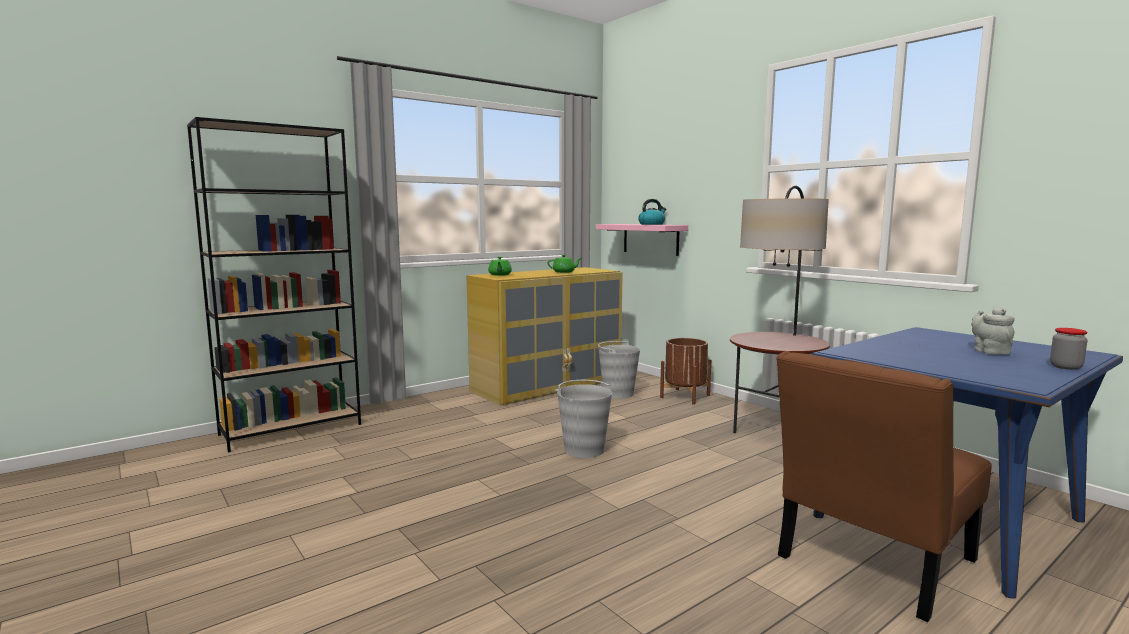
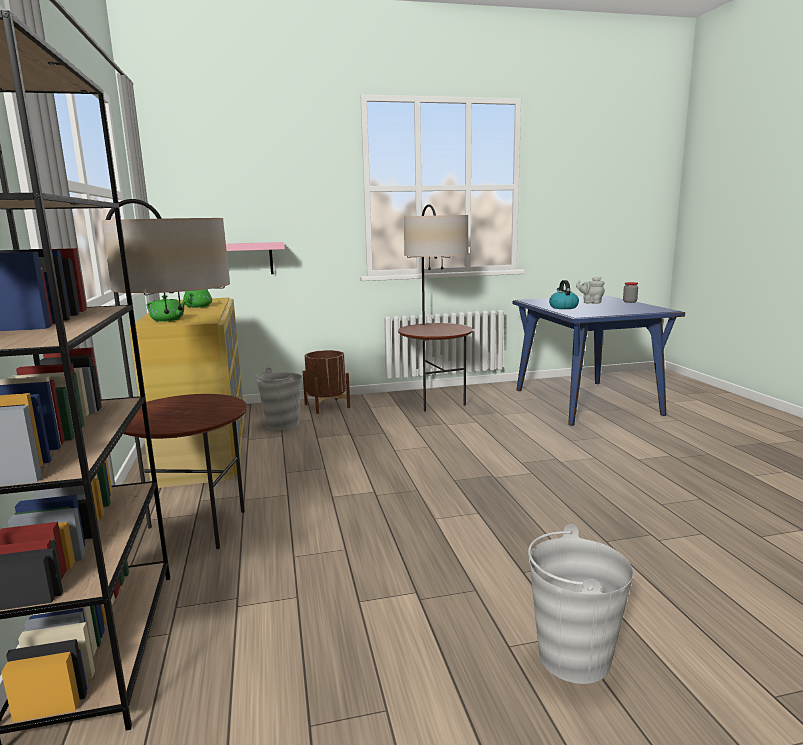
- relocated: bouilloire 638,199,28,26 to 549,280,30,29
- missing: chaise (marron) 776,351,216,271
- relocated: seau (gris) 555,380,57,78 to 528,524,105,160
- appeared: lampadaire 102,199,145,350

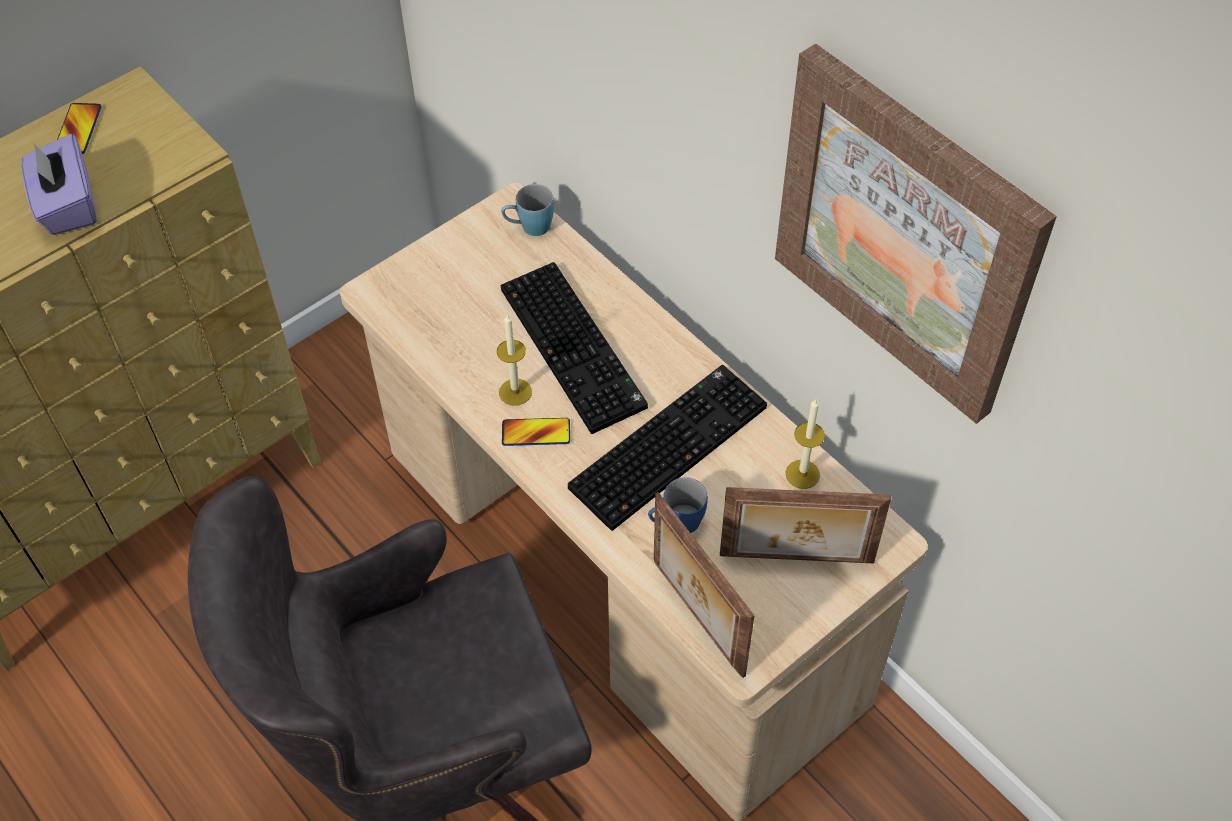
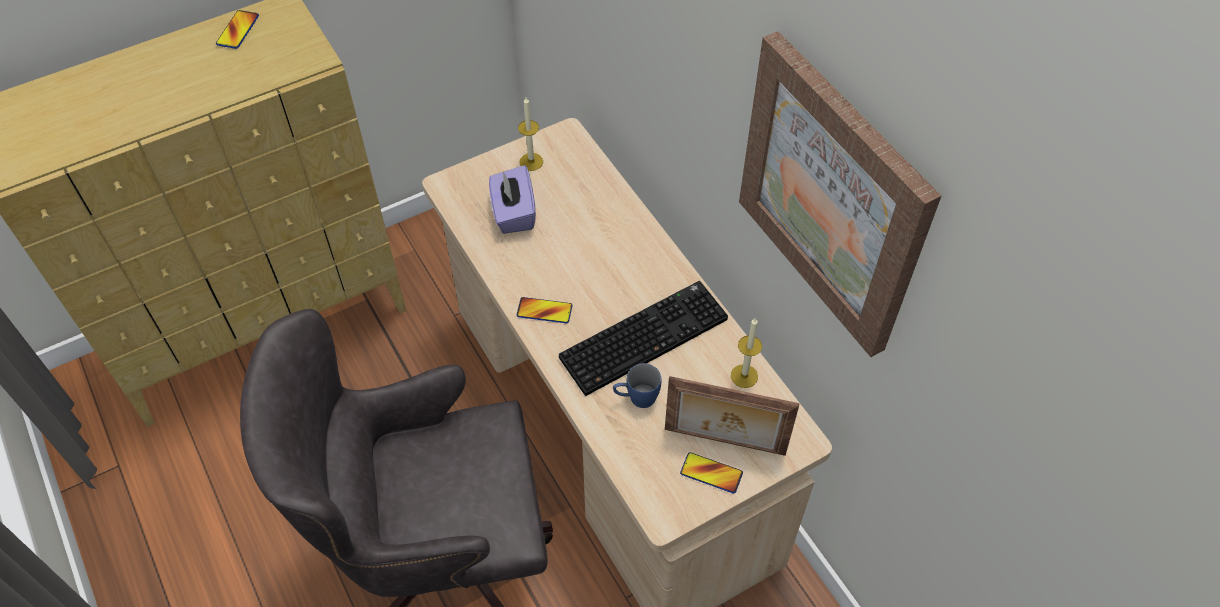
- relocated: boîte à mouchoirs (violet) 21,134,76,101 to 489,165,47,69
- missing: mug (bleu) 501,184,53,52
- missing: clavier 501,262,147,172
- relocated: bougie 497,314,35,92 to 518,98,25,73
- missing: cadre photo 654,492,101,186
- appeared: téléphone 680,452,63,41

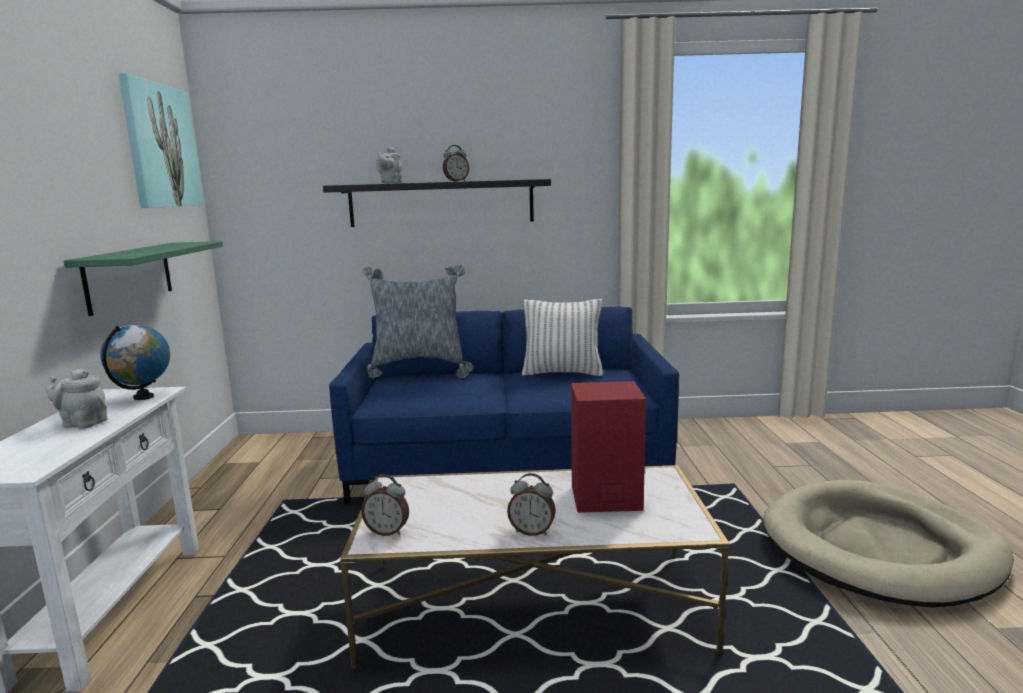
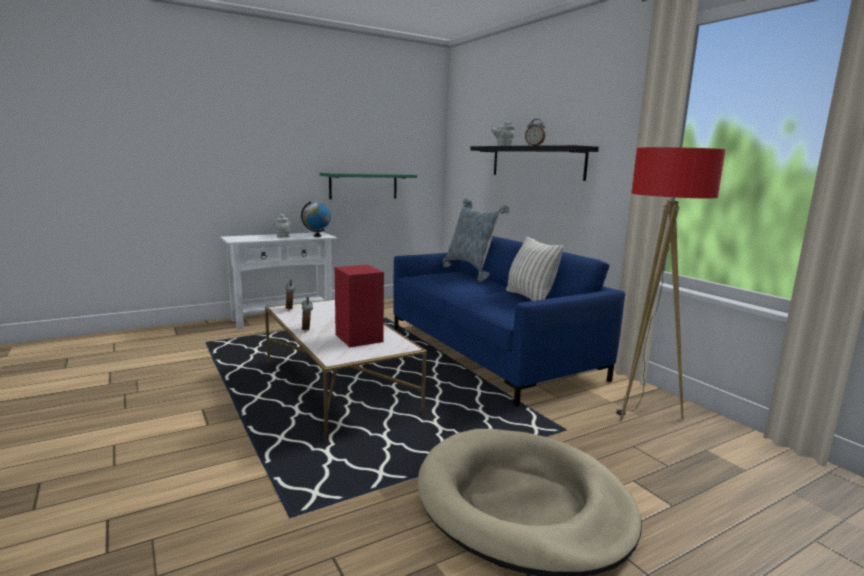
- missing: tableau 118,73,86,135
- appeared: lampadaire 616,147,109,274

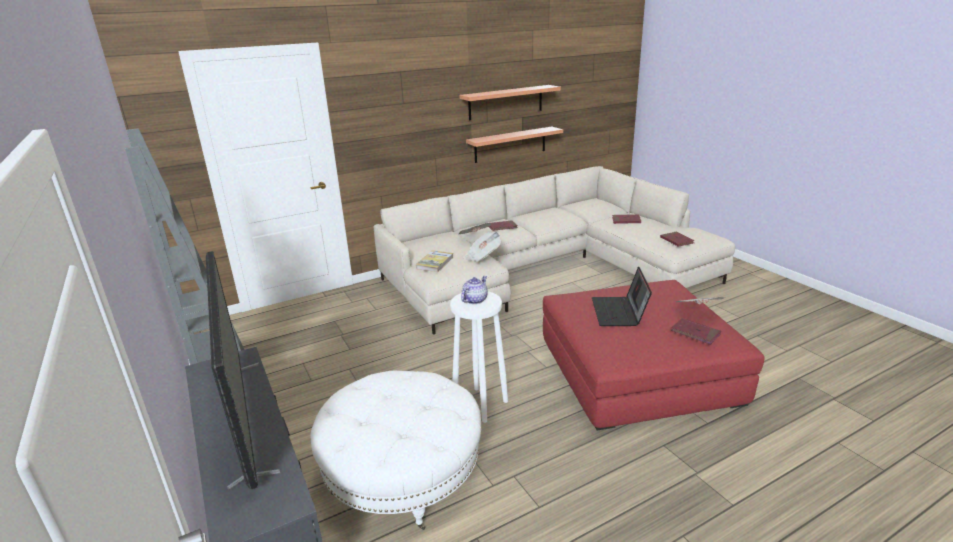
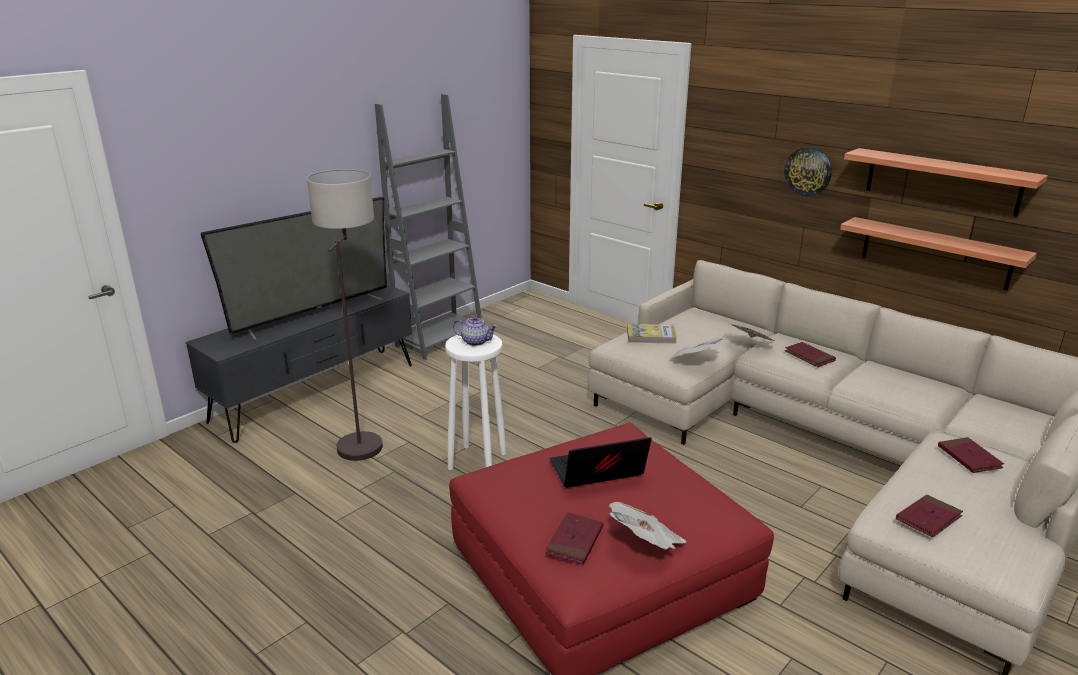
- exchanged: pouf (blanc) 311,371,170,159 to lampadaire (gris) 307,169,76,292
- appeared: horloge murale 784,147,48,49

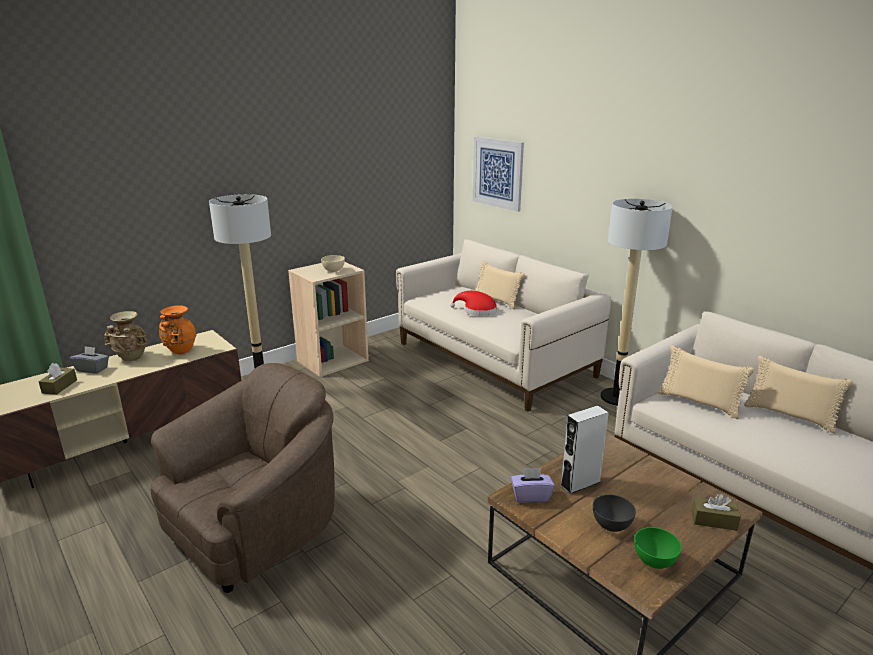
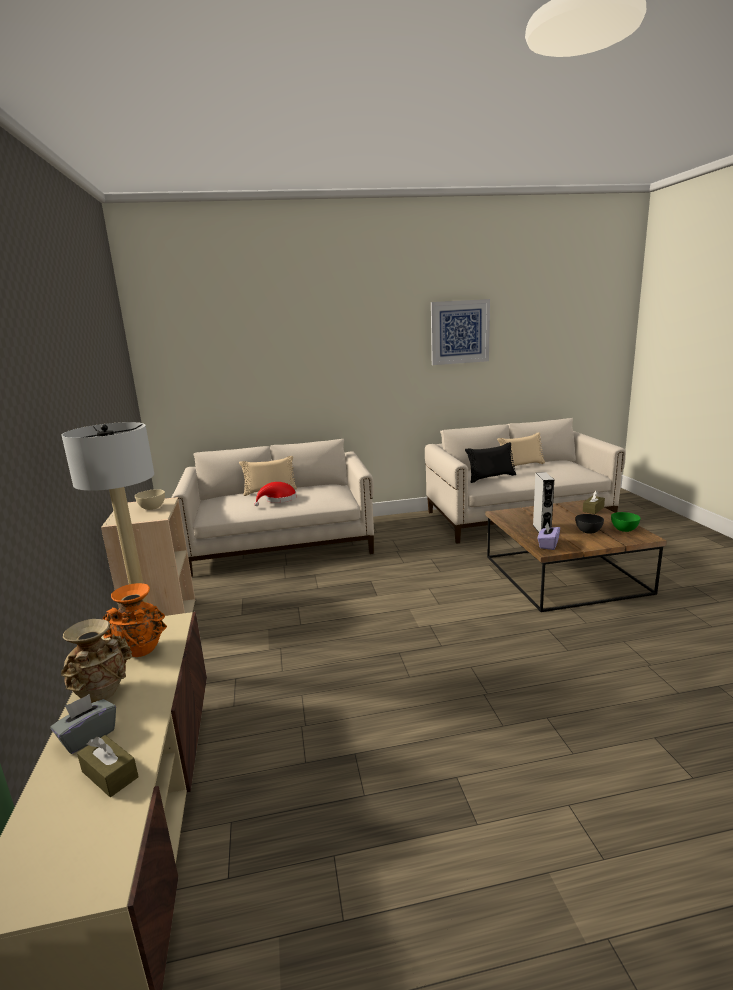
- relocated: tableau 473,137,51,75 to 431,299,59,66
- missing: lampadaire 600,199,73,207
- colour: coussin (beige) 658,345,96,74 to coussin (noir) 465,442,51,41
- missing: fauteuil (marron) 151,363,184,230

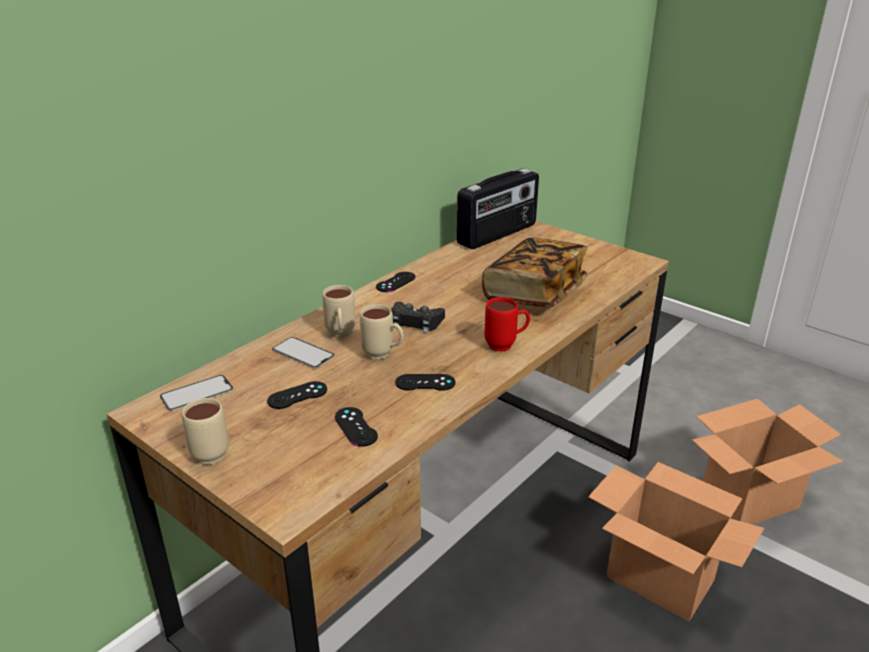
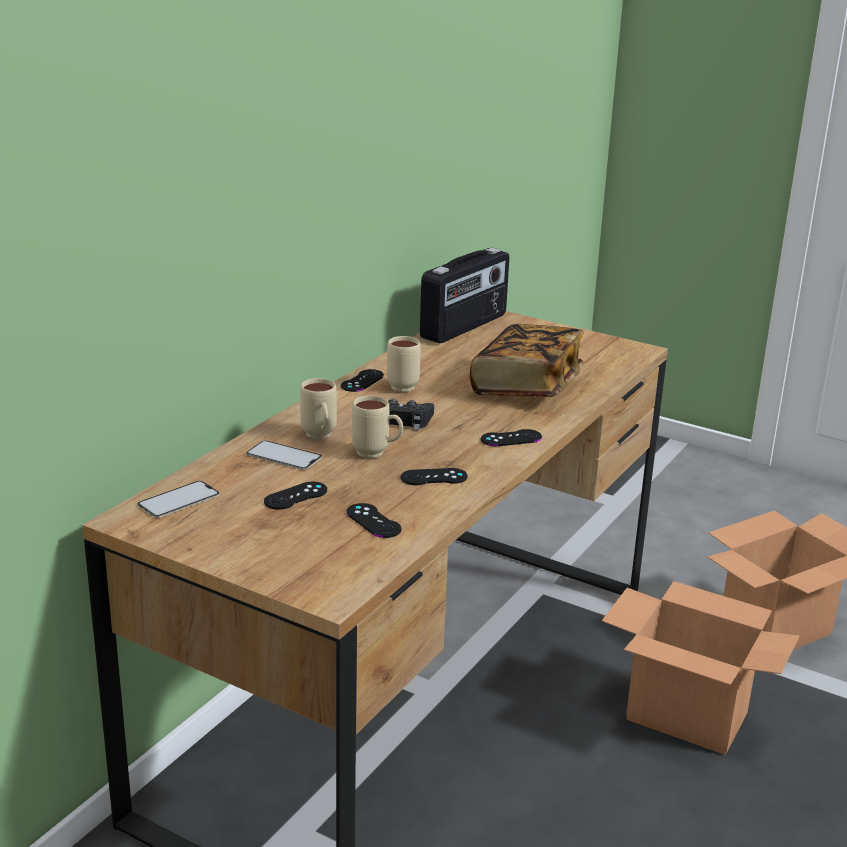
- exchanged: mug (rouge) 485,297,45,55 to manette (noir) 481,429,61,17
- relocated: mug (beige) 182,398,47,67 to 387,336,34,56

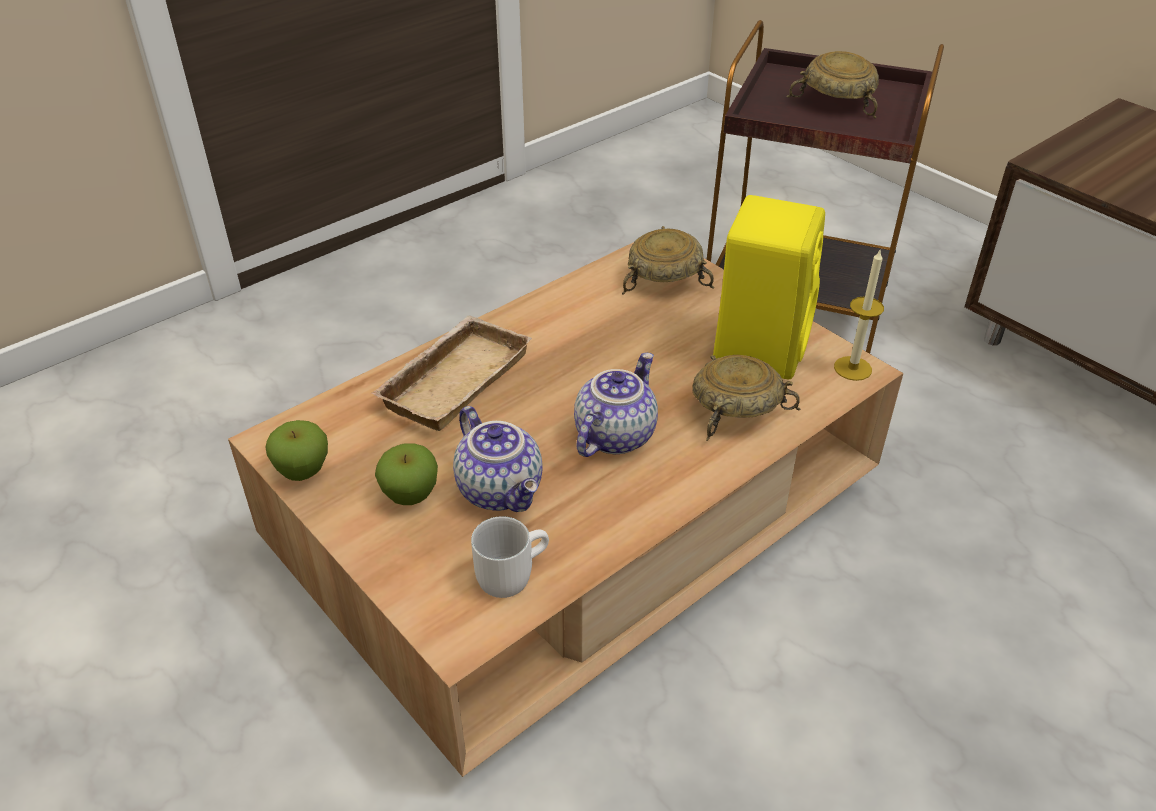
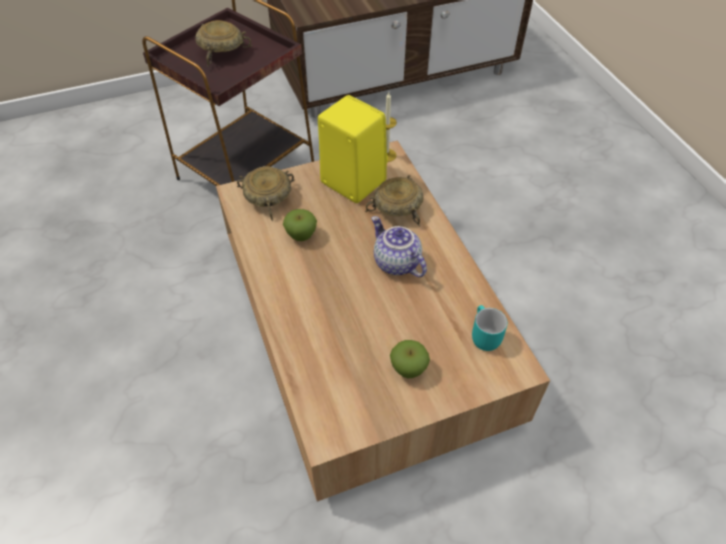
- missing: plateau (beige) 371,315,161,116
- missing: théière 453,406,90,106
- relocated: pomme 266,420,62,61 to 283,209,34,32
- colour: mug (blanc) 471,516,78,82 to mug (turquoise) 472,305,36,46

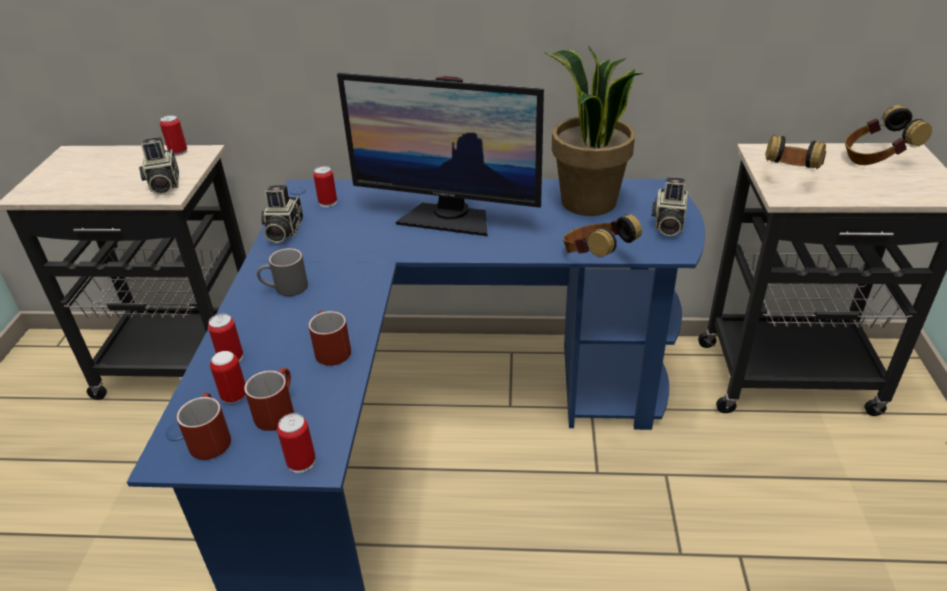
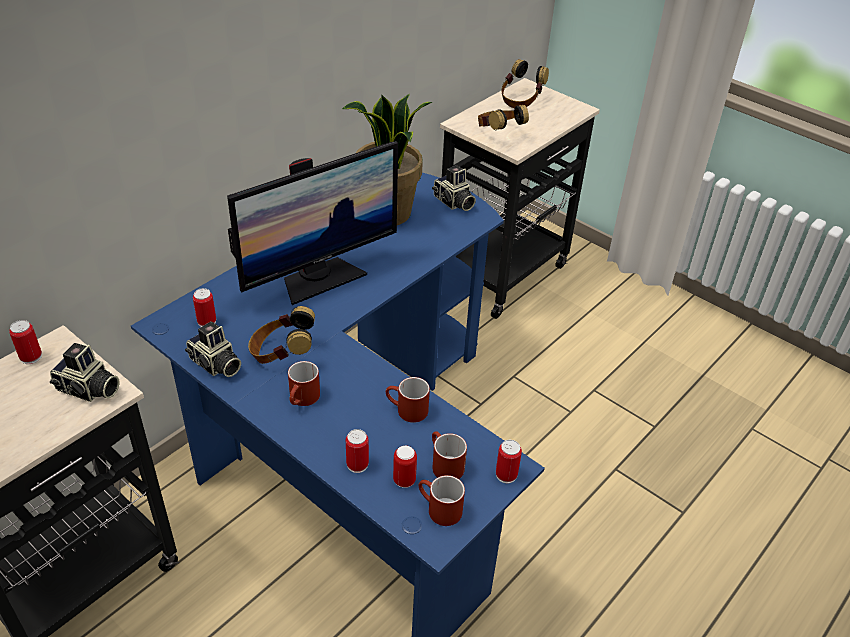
- relocated: casque audio 563,214,79,43 to 248,306,67,58
- colour: mug (gris) 256,248,52,48 to mug (rouge) 288,361,32,45

